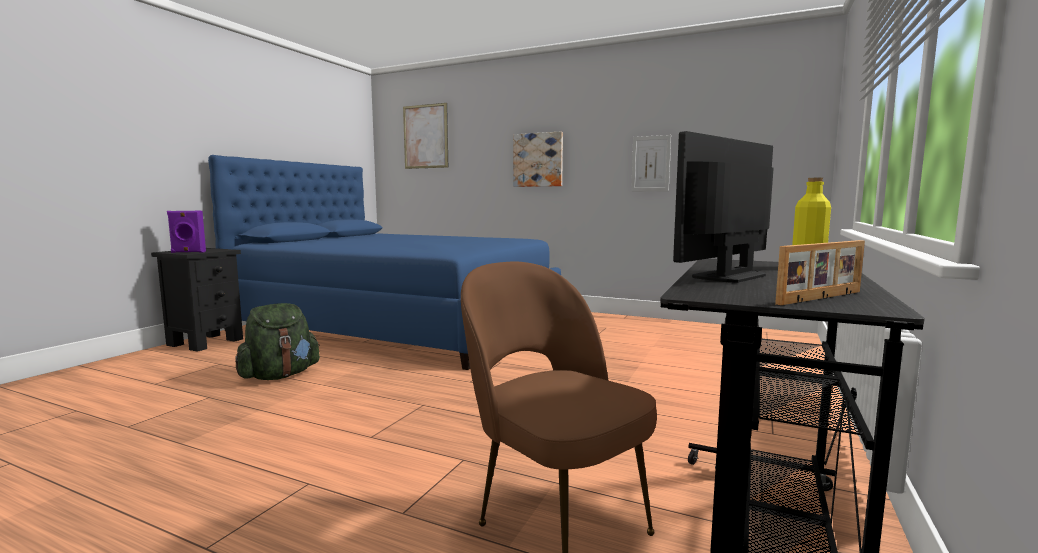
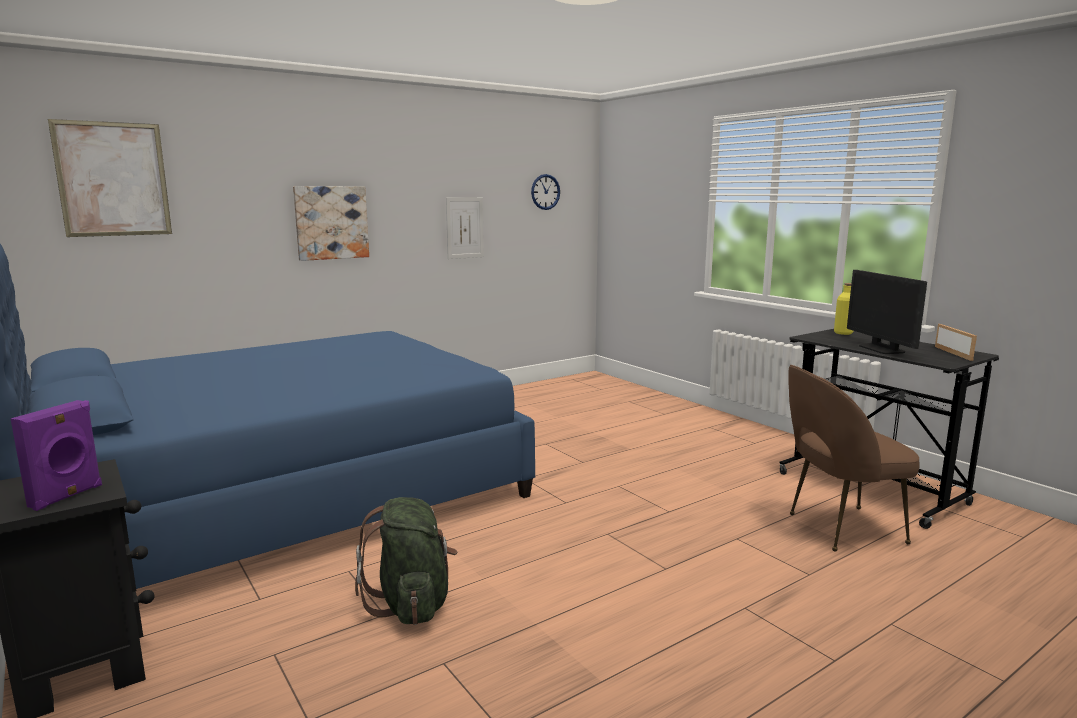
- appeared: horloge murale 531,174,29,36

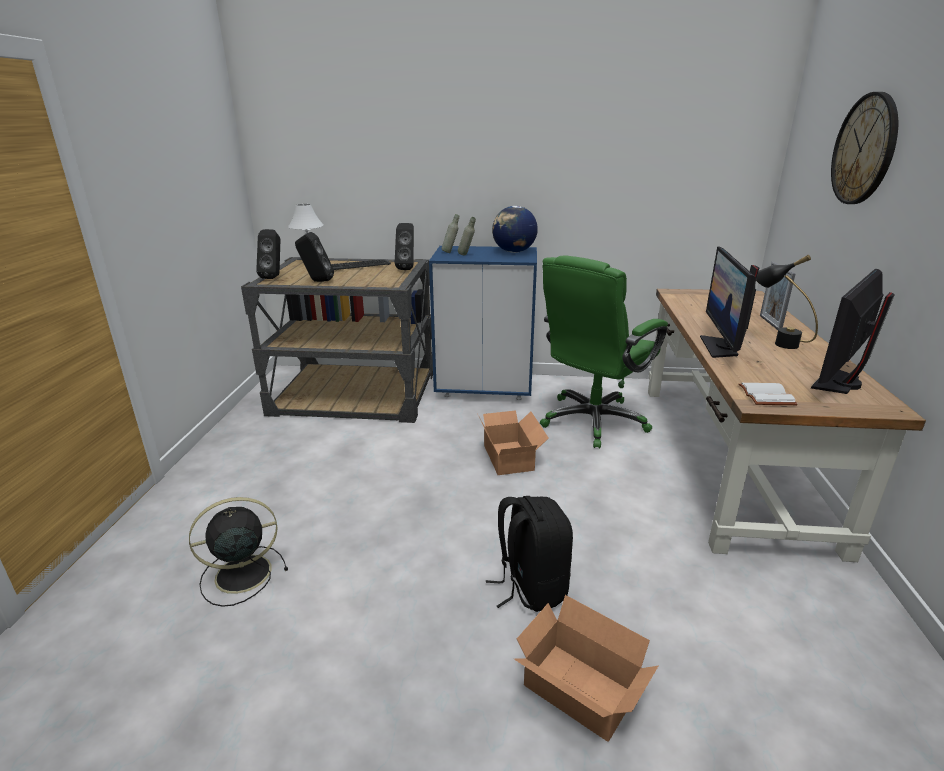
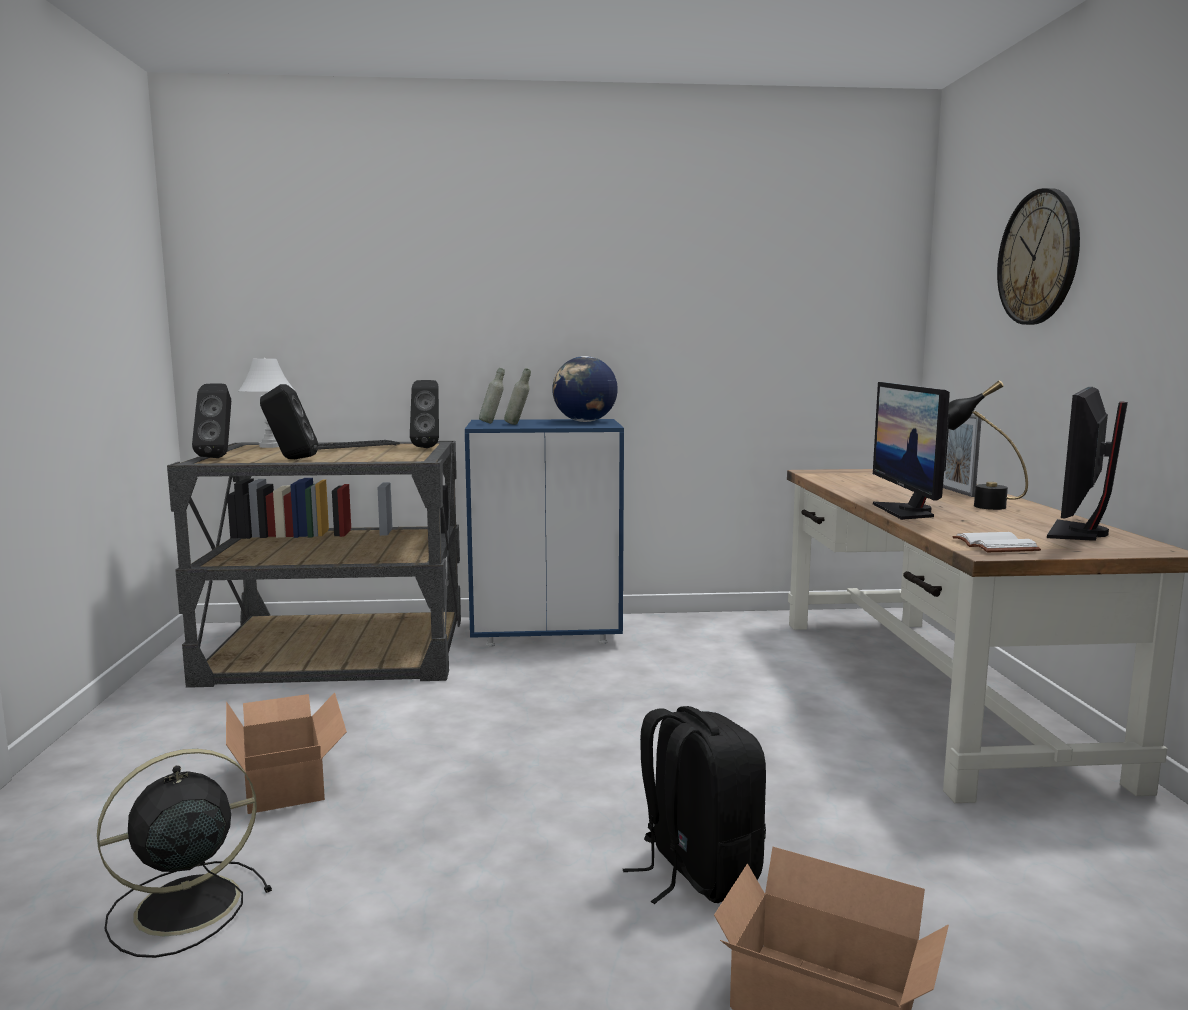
- missing: chaise de bureau (vert) 540,256,128,192
- relocated: carton 478,410,71,65 to 226,692,121,122

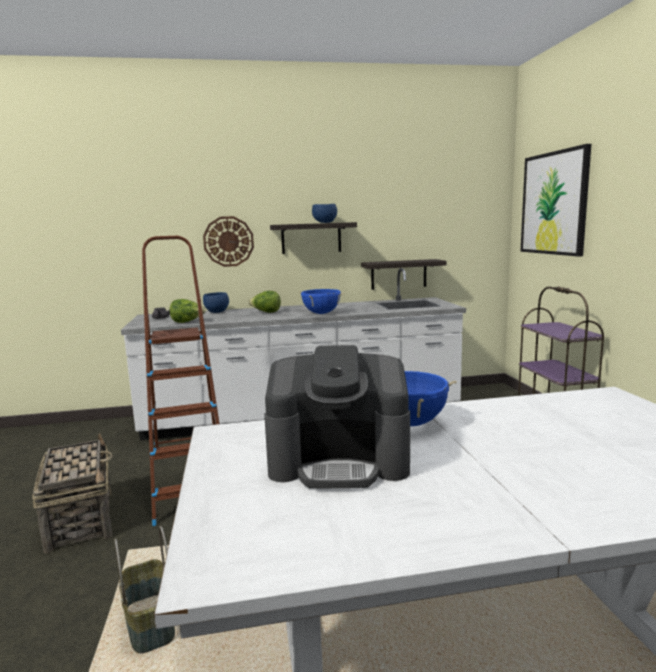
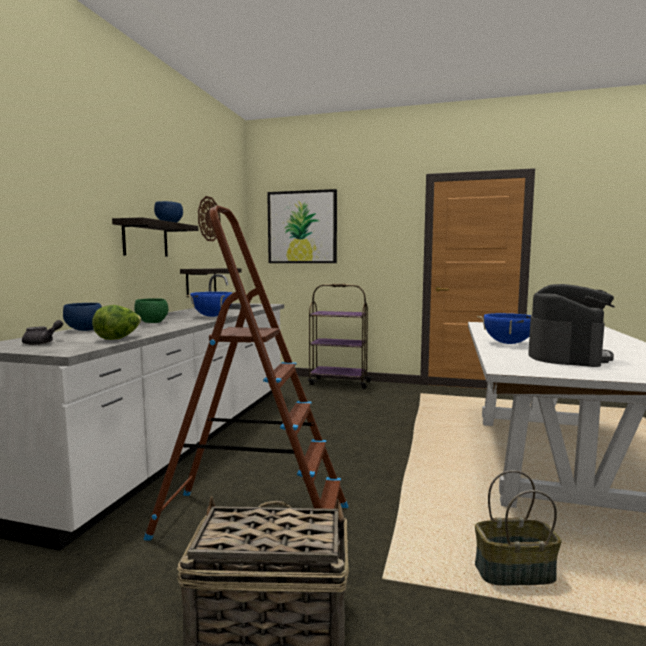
- relocated: horloge murale 203,216,51,51 to 198,196,23,45
- exchanged: laitue 248,291,33,22 to bol (vert) 134,298,34,25

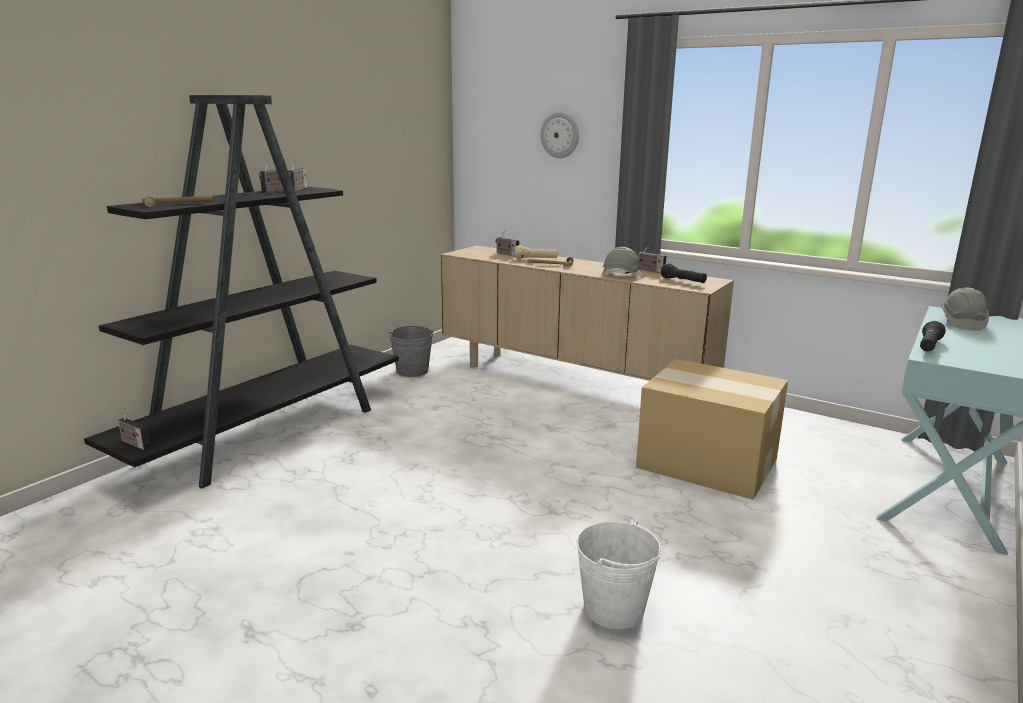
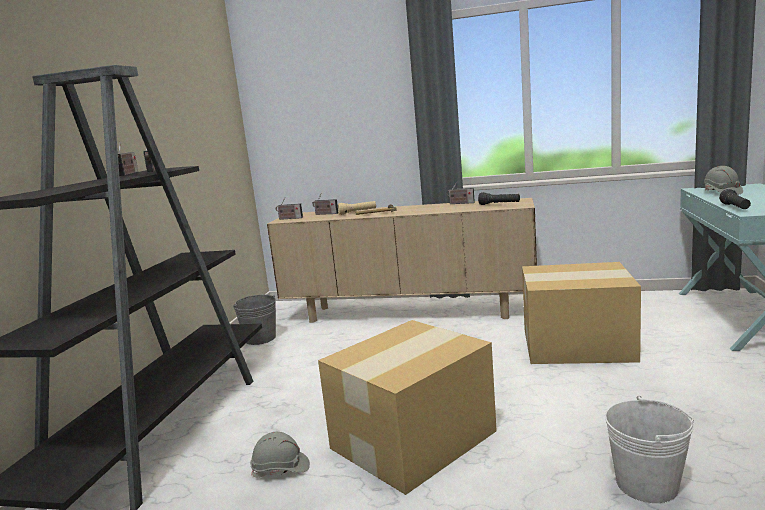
- missing: horloge murale 540,112,39,46
- missing: marteau 142,196,71,11
- relocated: casque de chantier (gris) 601,247,43,31 to 250,432,60,46
- relocated: radio 118,410,33,40 to 276,197,27,23
- appeared: carton 318,320,179,175

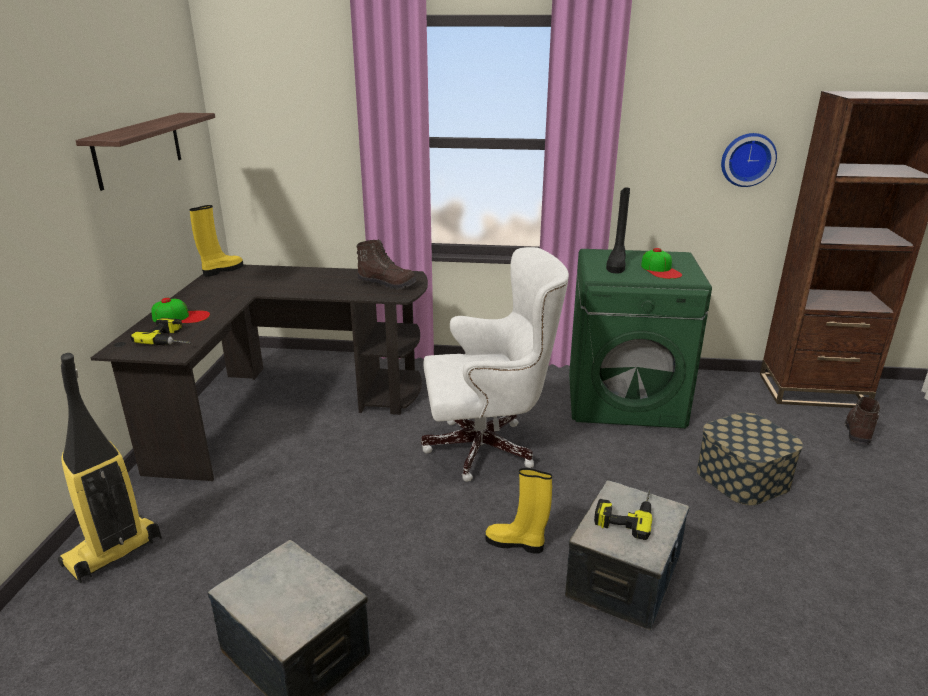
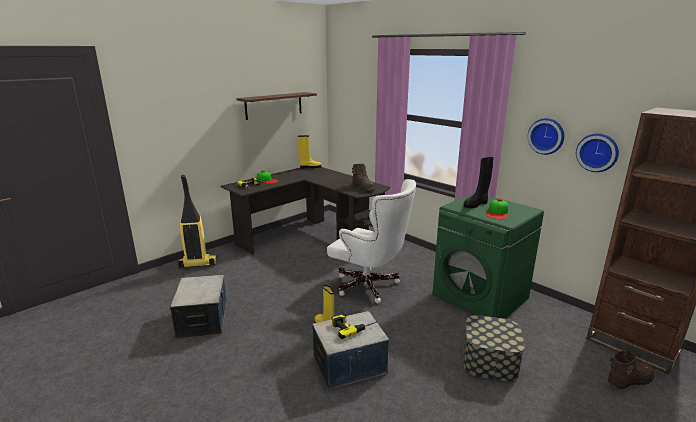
- appeared: horloge murale 528,118,36,37

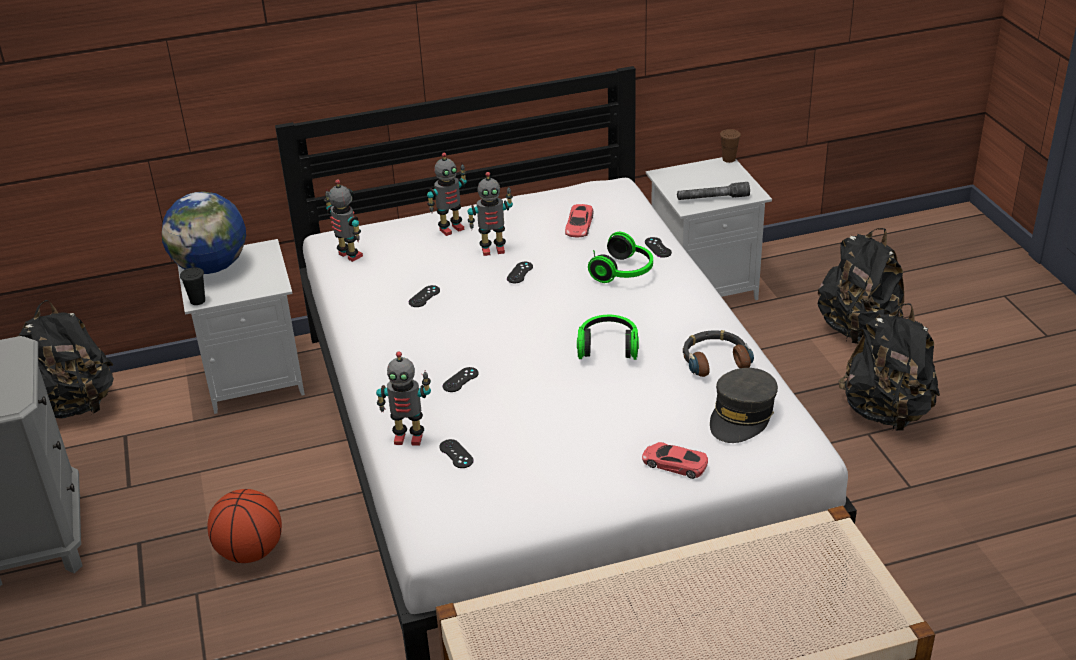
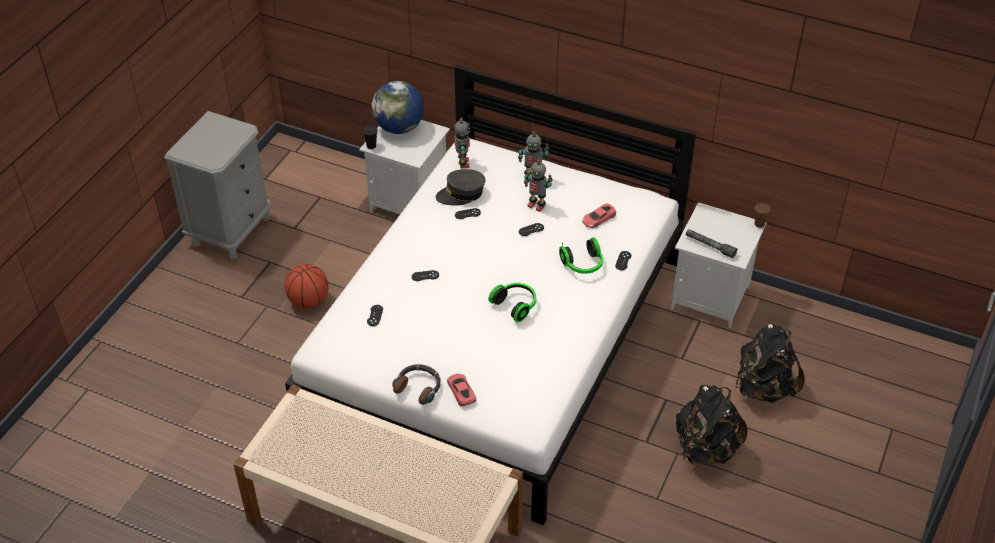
- missing: sac à dos (noir) 18,300,96,119
- relocated: casque audio 683,330,71,47 to 392,364,49,41
- missing: robot jouet 376,351,55,95
- relocated: casquette (gris) 710,368,68,75 to 436,169,49,37

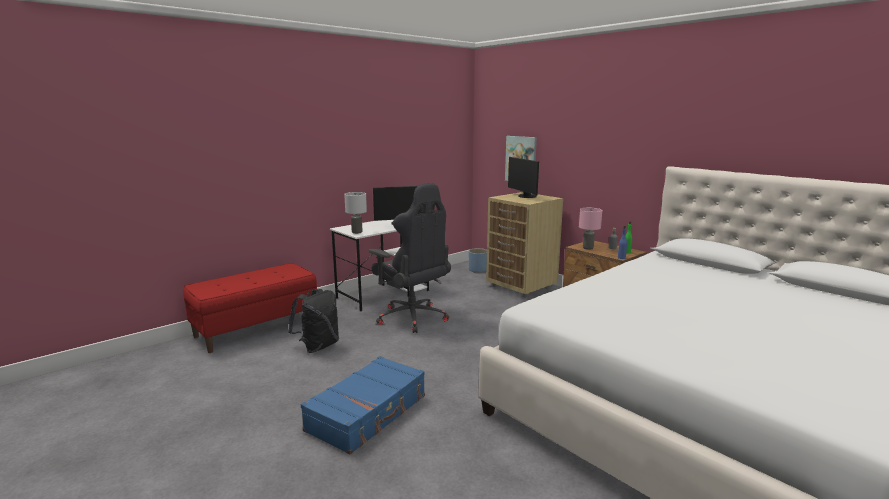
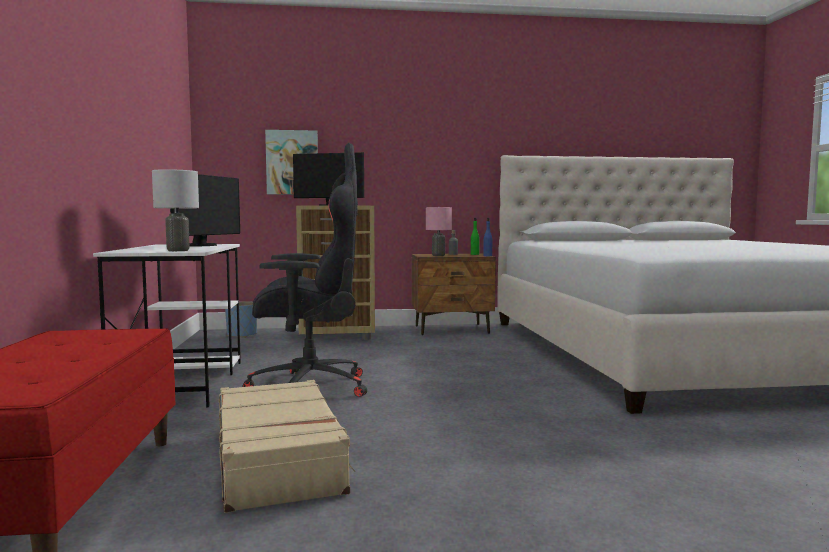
- exchanged: sac à dos (noir) 288,289,51,64 to valise (beige) 219,380,136,133
- missing: valise (bleu) 301,356,124,99

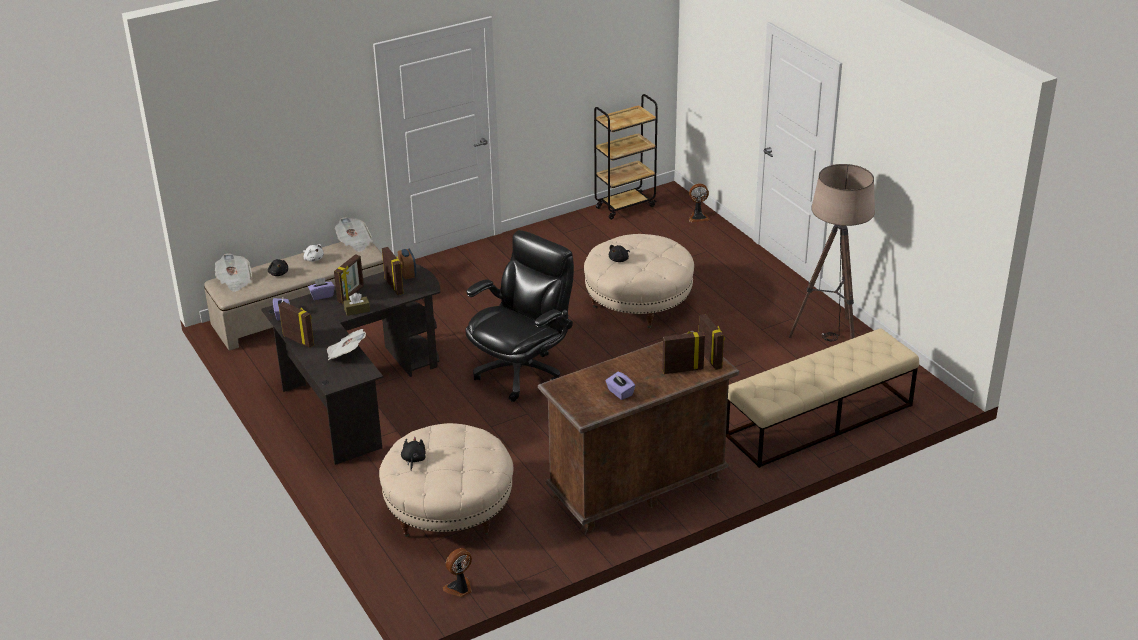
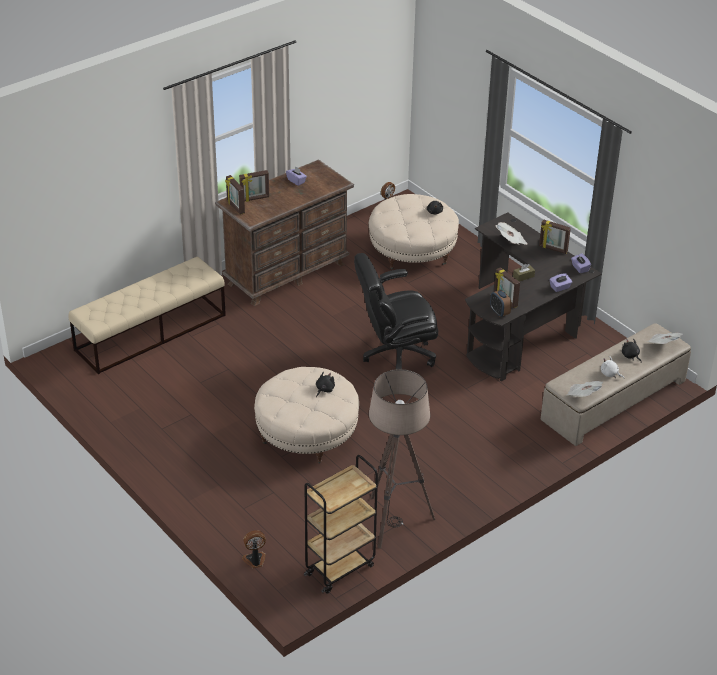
- relocated: lampadaire 789,164,86,177 to 369,369,66,180
- spun: chaise de bureau (noir) 465,230,109,172 = 354,253,84,116 45 degrees clockwise
- missing: cadre photo 334,254,30,49

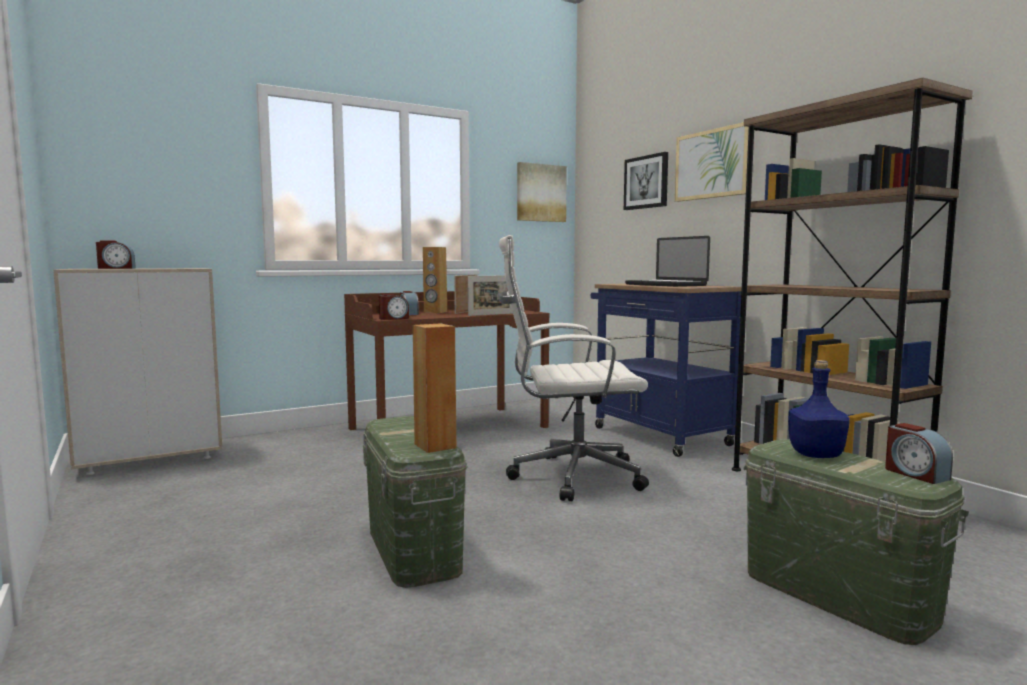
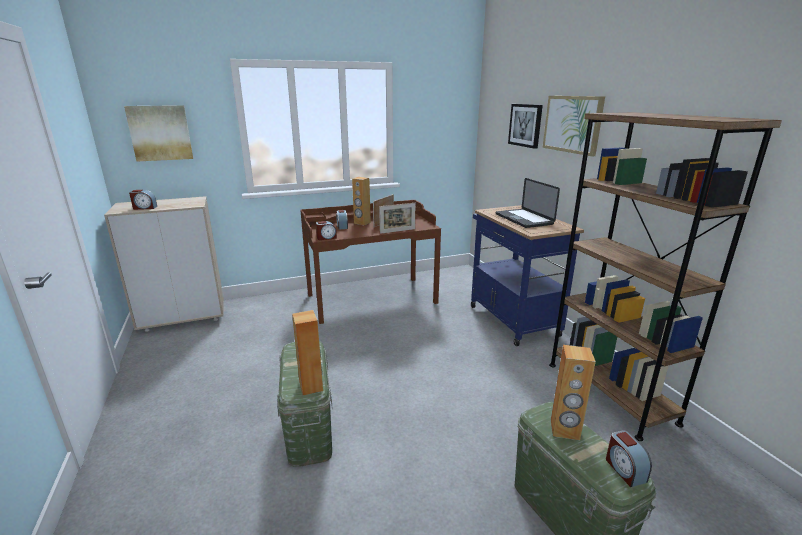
- relocated: tableau 517,162,50,60 to 124,105,69,57
- missing: chaise de bureau (blanc) 498,235,151,266
- exchanged: bouteille (bleu) 788,360,62,98 to enceinte (marron) 551,345,45,95

